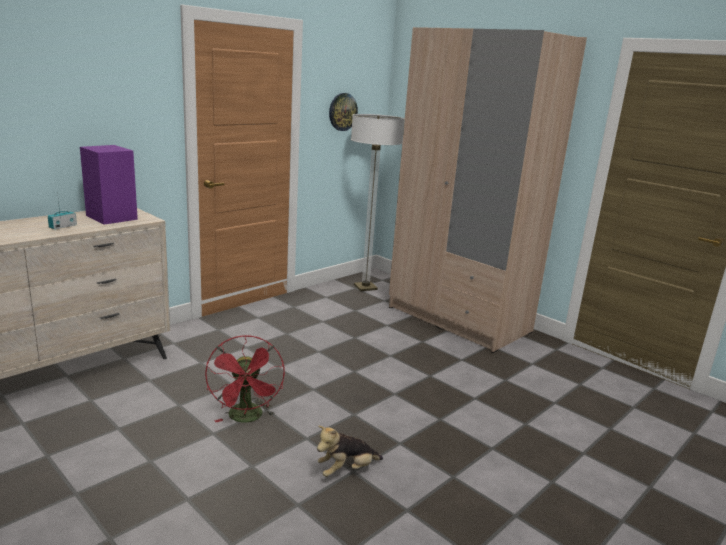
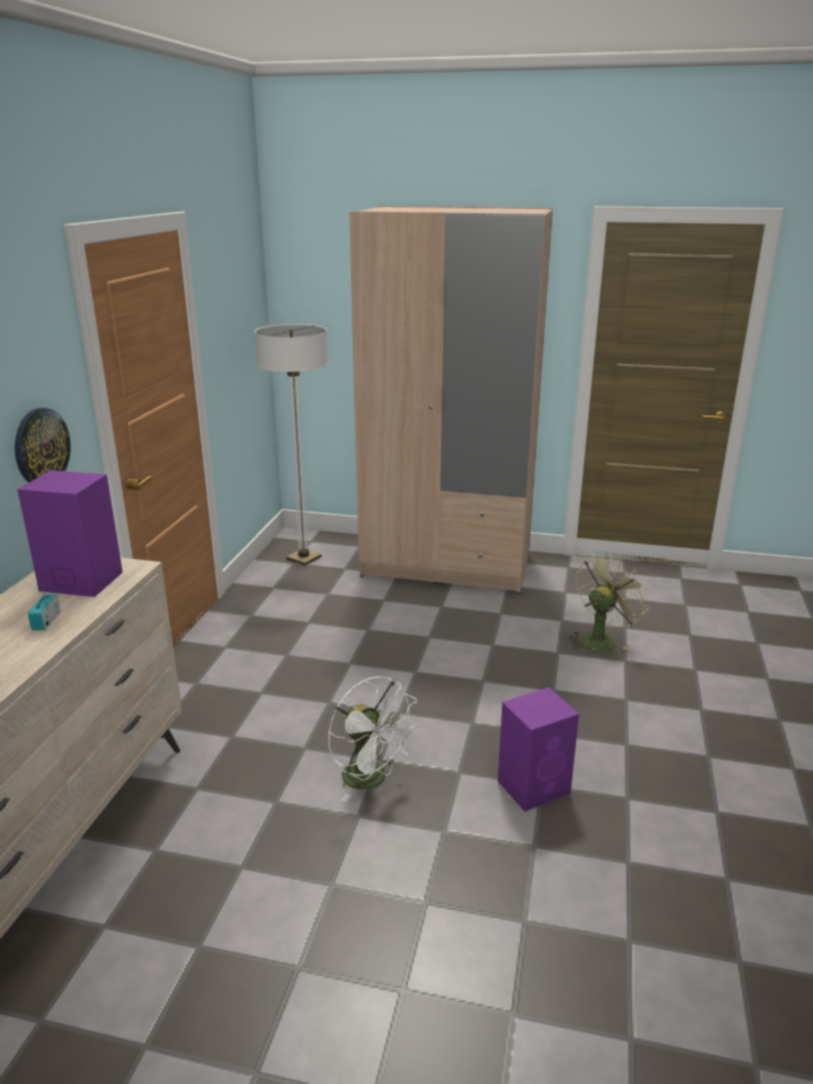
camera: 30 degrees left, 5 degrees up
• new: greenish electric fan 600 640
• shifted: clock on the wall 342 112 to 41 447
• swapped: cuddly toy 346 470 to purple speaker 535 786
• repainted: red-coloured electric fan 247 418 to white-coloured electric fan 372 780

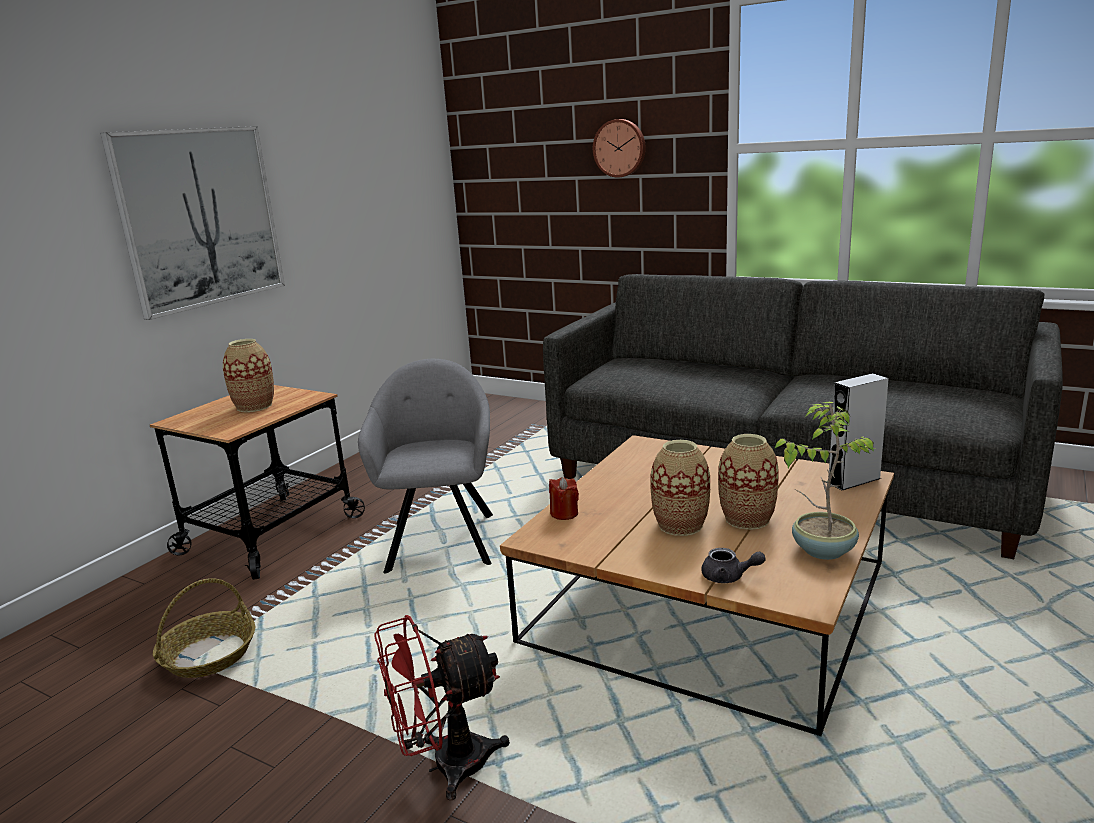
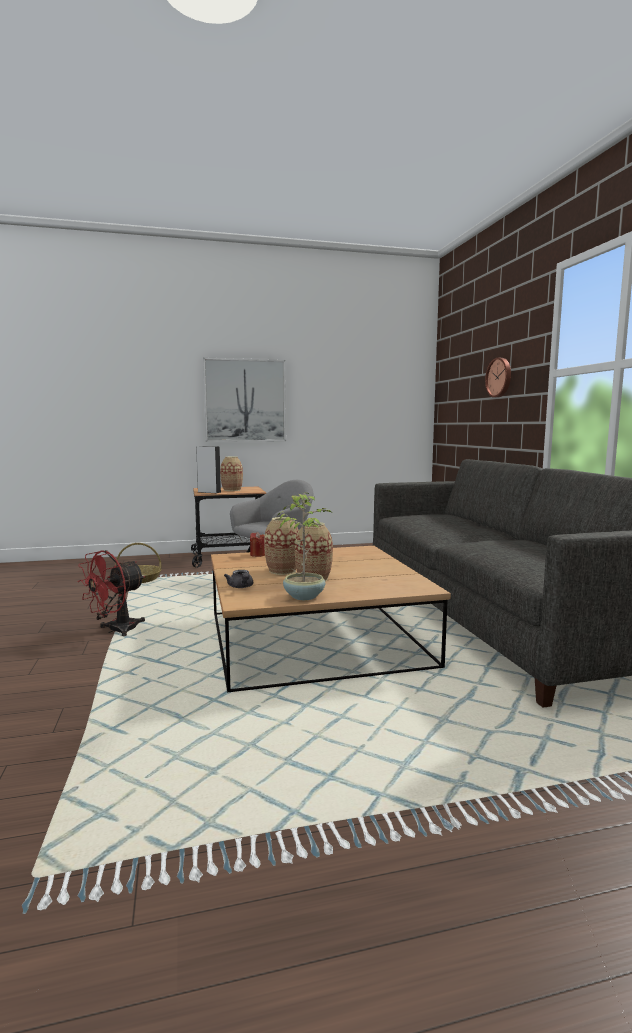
camera: 45 degrees right, 10 degrees down
• shifted: gray speaker 854 480 to 209 492
• rotated: red-coloured electric fan 446 766 = 116 630 75 degrees counterclockwise

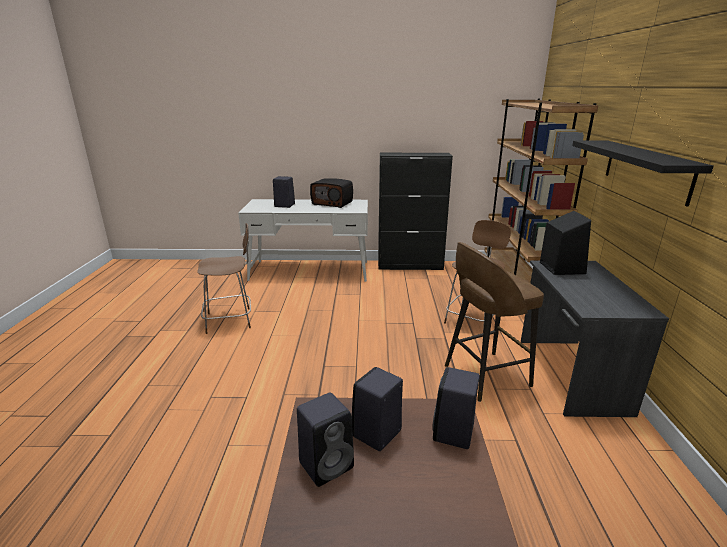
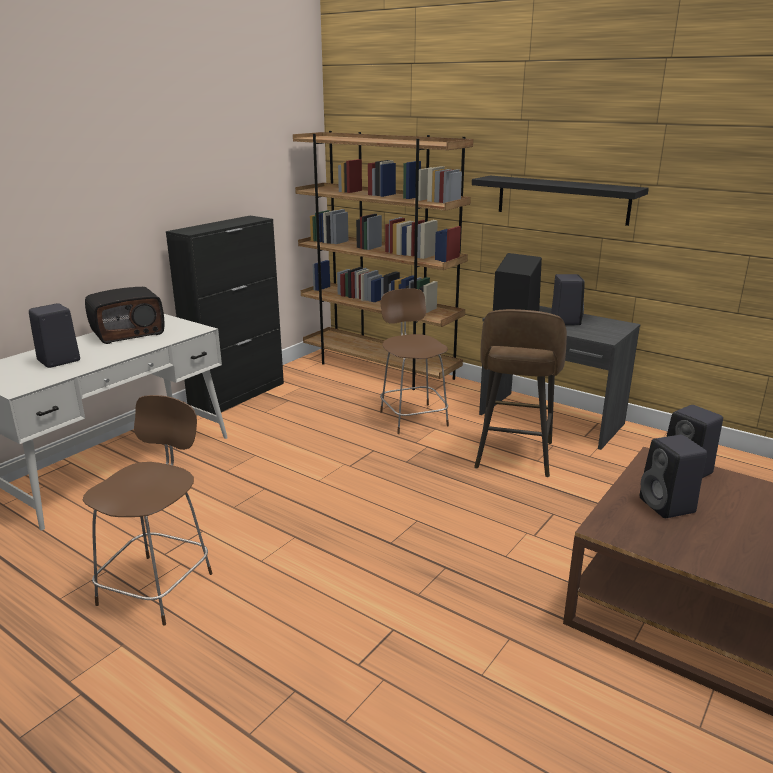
camera: 55 degrees left, 0 degrees up
• shifted: black speaker 327 464 to 564 321

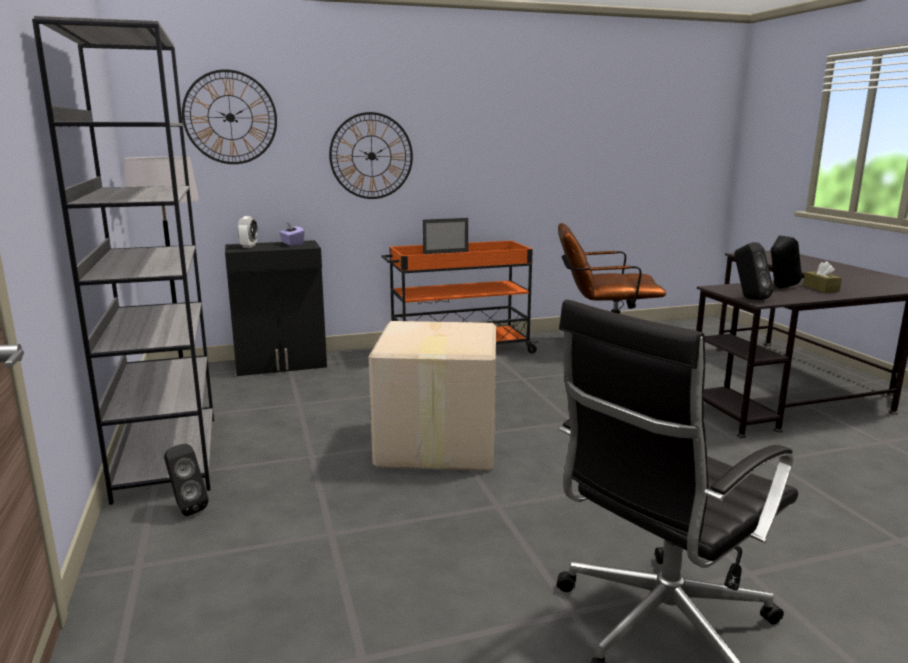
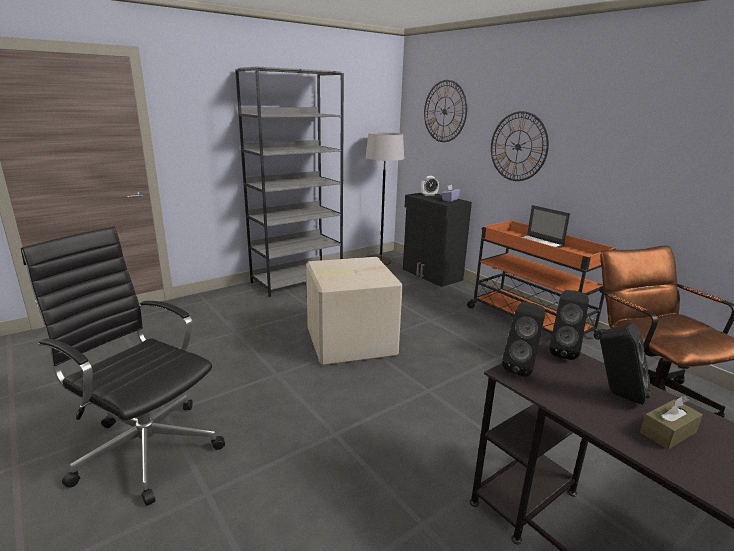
camera: 70 degrees right, 5 degrees up
• shifted: black speaker 186 508 to 563 351

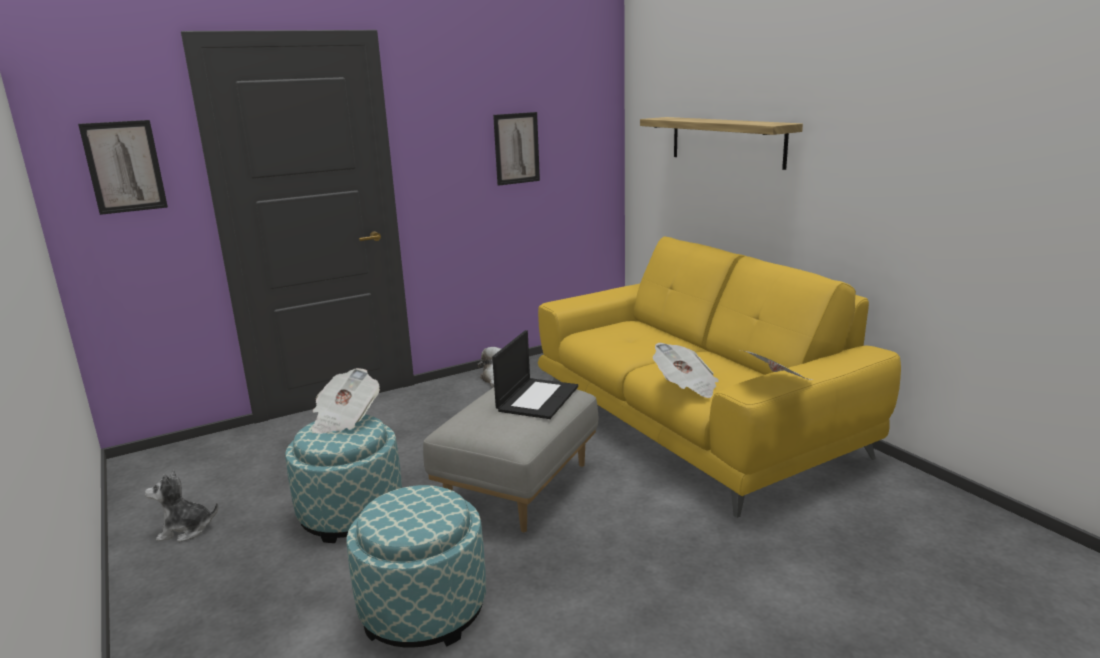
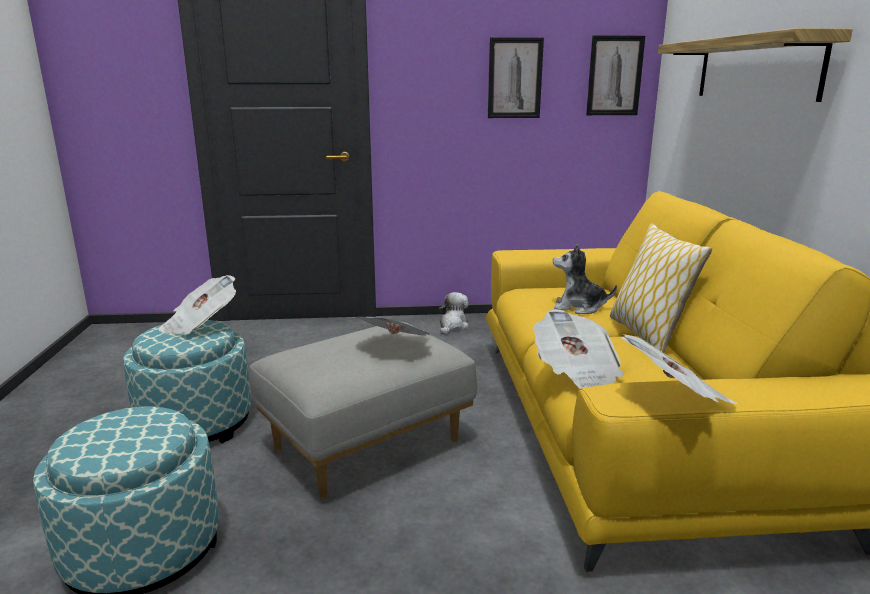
camera: 25 degrees right, 0 degrees up
• new: pillow 647 335
• shifted: wall picture 124 167 to 614 76
• shifted: cuddly toy 185 530 to 578 307
• swapped: notebook computer 537 398 to printed paper 396 347

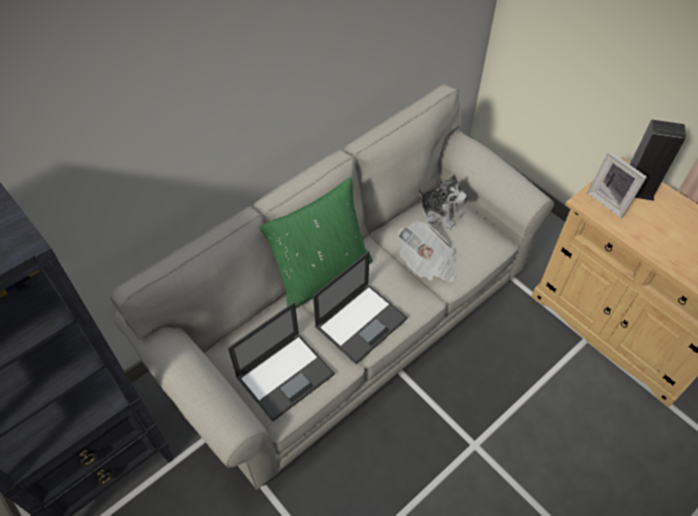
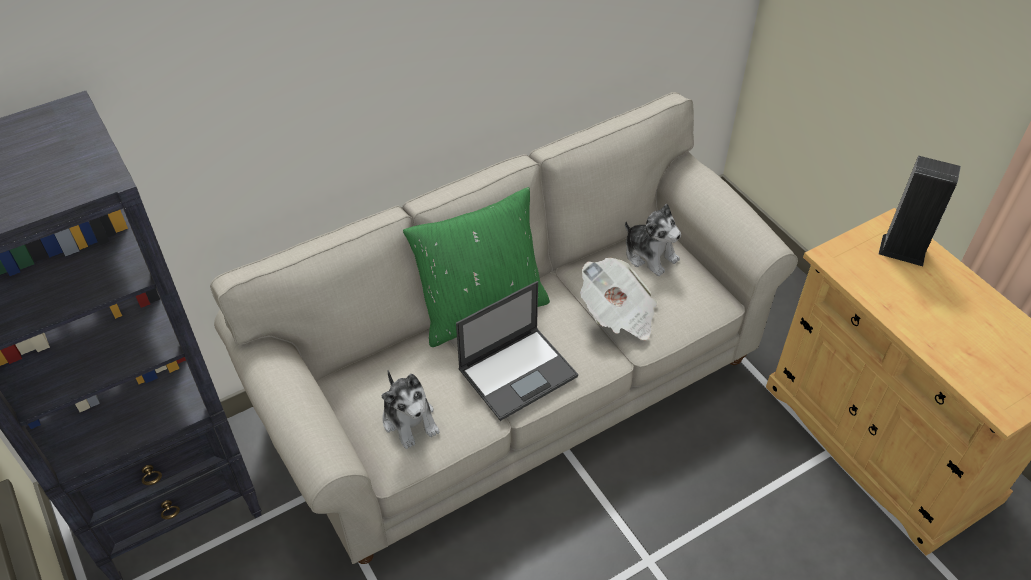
camera: 10 degrees right, 5 degrees down
• gone: standing frame 609 201
• swapped: notebook computer 286 374 to cuddly toy 410 420

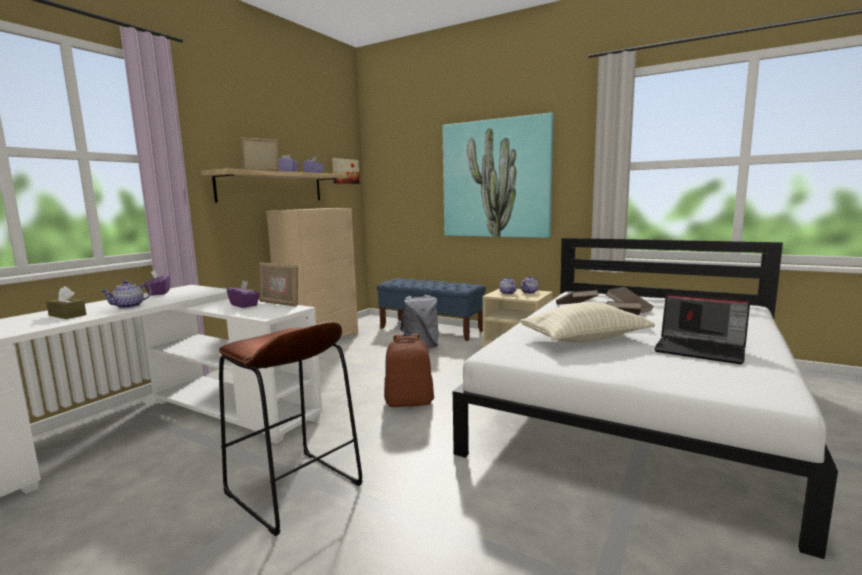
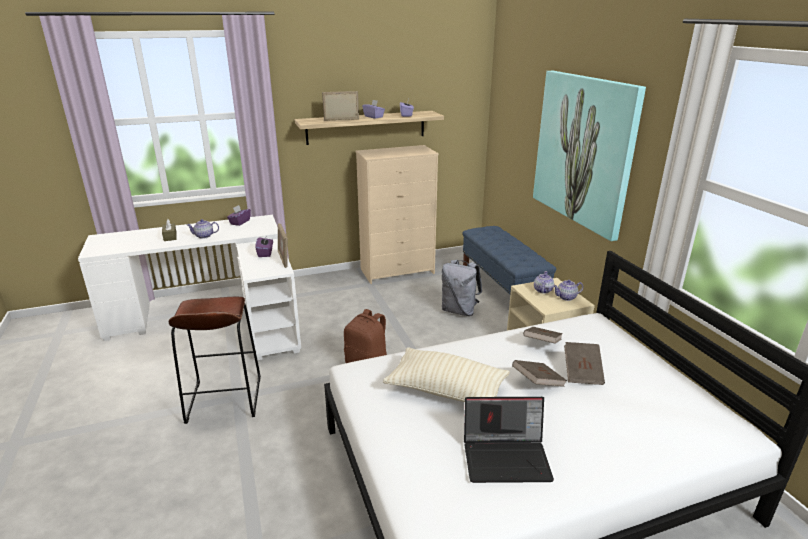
camera: 40 degrees right, 15 degrees up
• gone: wall picture 345 171
• rotated: notebook computer 701 350 = 507 457 75 degrees counterclockwise

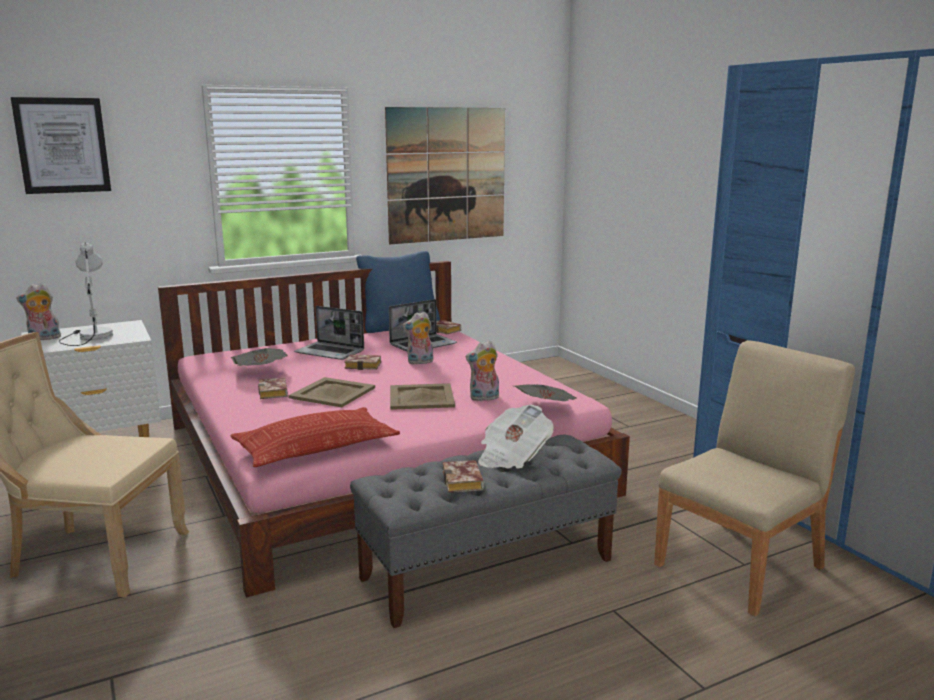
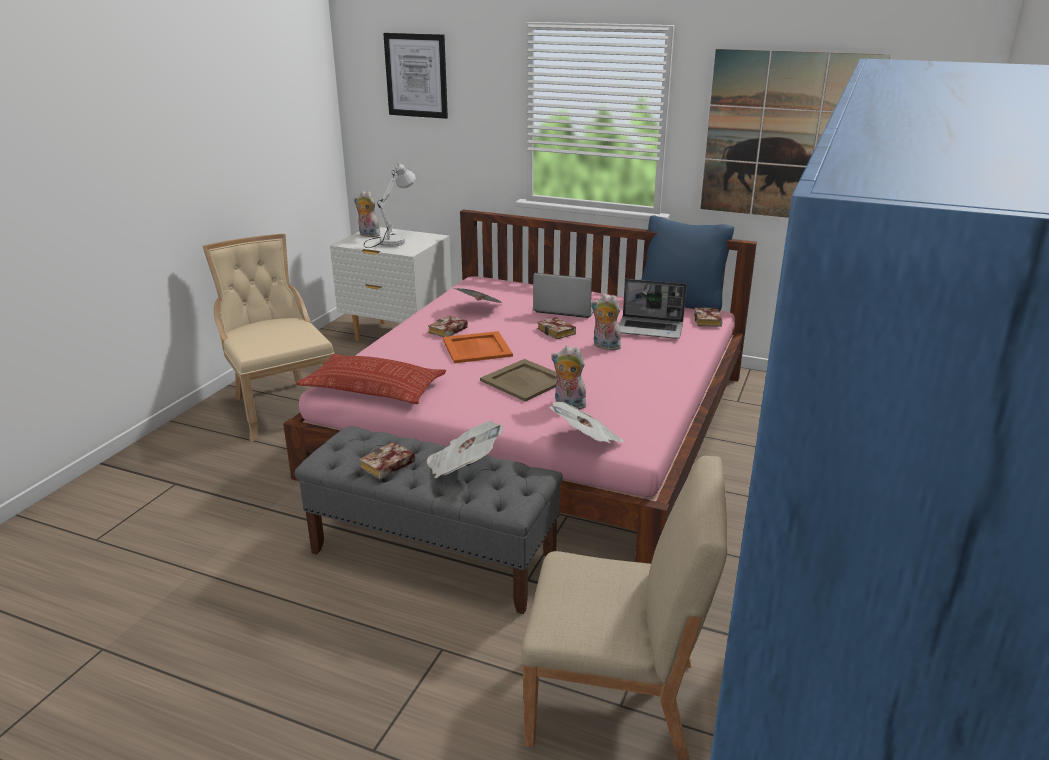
camera: 50 degrees right, 10 degrees up
• repainted: beige-coloured carrying tray 332 392 to orange-coloured carrying tray 477 347
• rotated: notebook computer 330 352 = 565 309 120 degrees clockwise

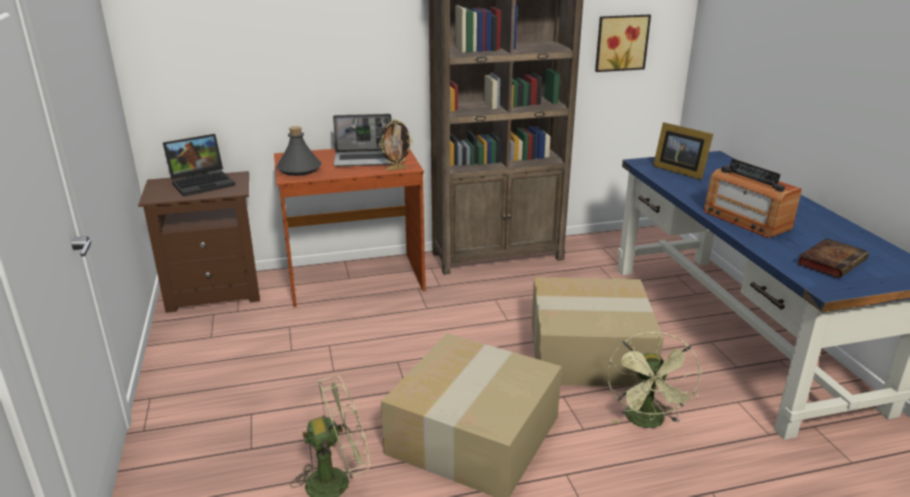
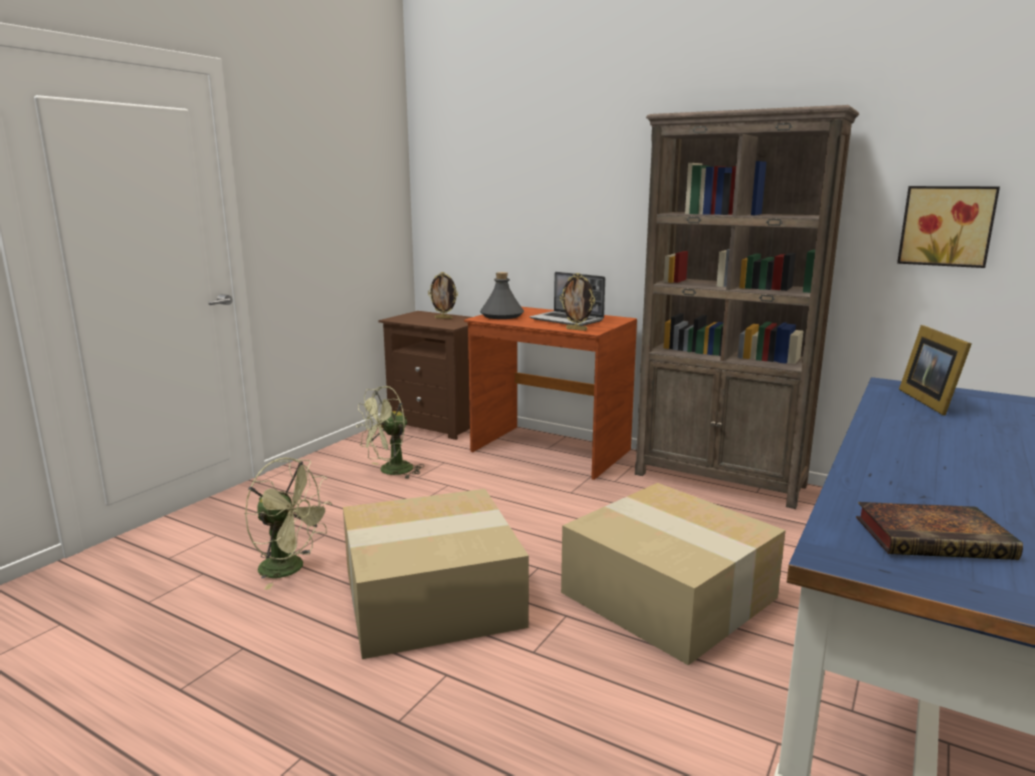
camera: 45 degrees right, 10 degrees down
• gone: radio receiver 746 220
• shifted: greenish electric fan 647 422 to 390 471
• swapped: notebook computer 203 182 to standing frame 444 318

